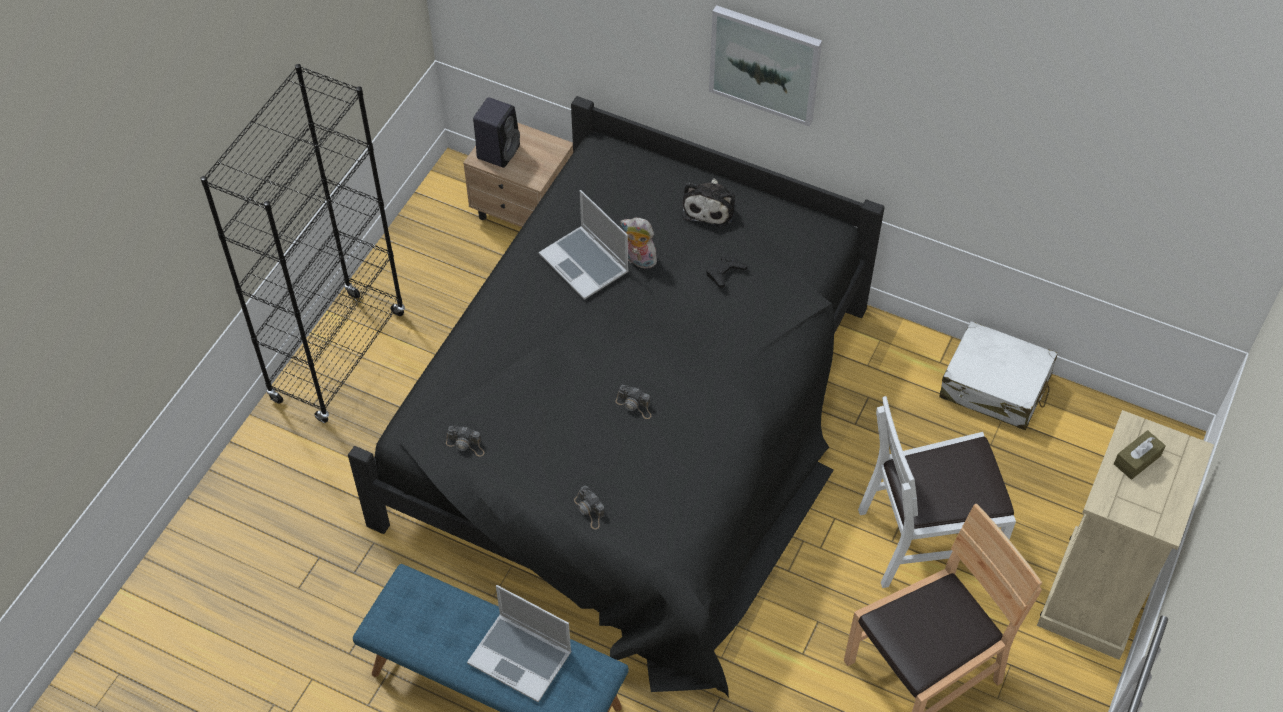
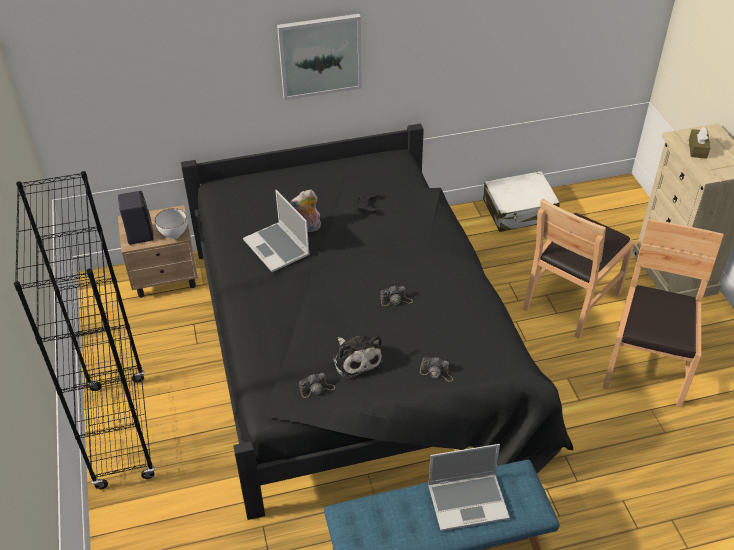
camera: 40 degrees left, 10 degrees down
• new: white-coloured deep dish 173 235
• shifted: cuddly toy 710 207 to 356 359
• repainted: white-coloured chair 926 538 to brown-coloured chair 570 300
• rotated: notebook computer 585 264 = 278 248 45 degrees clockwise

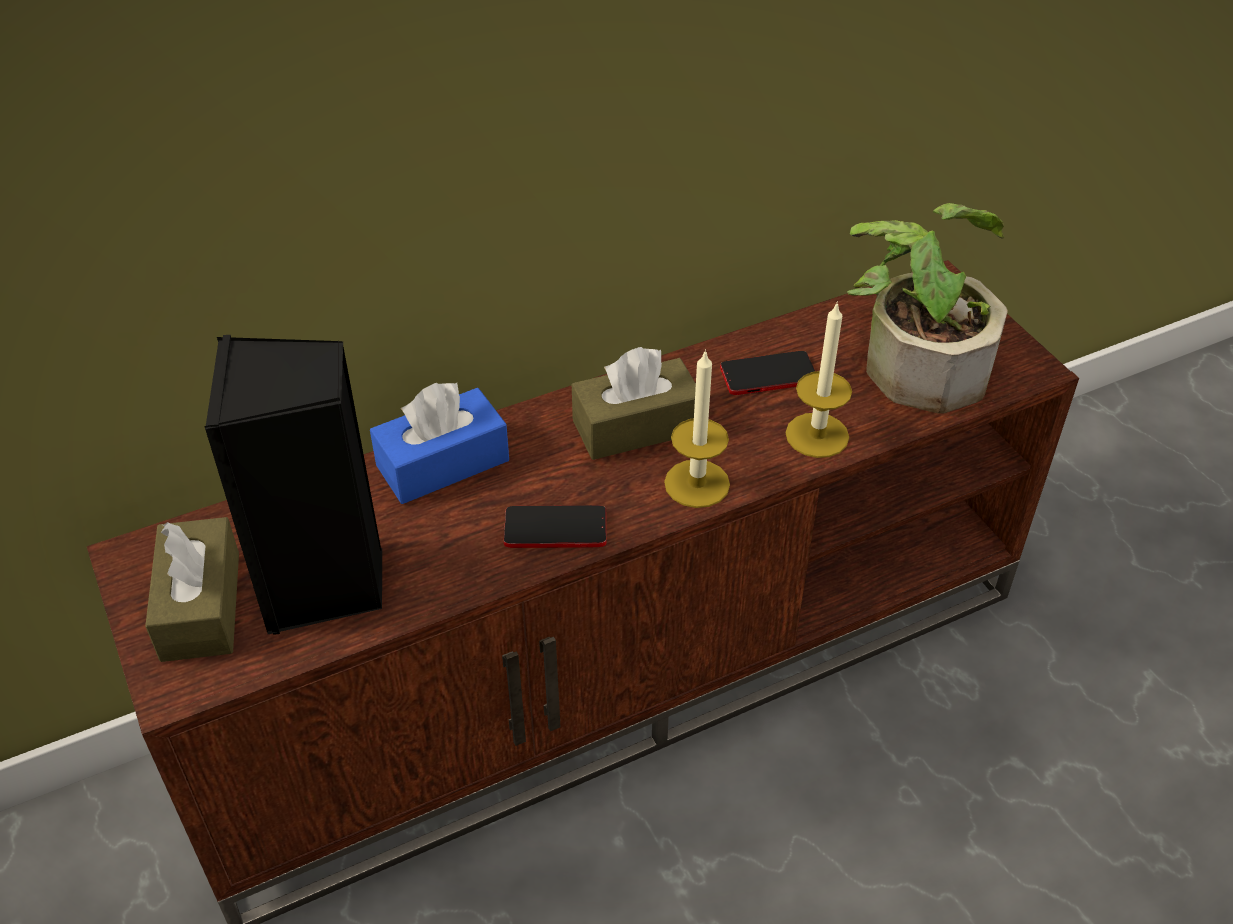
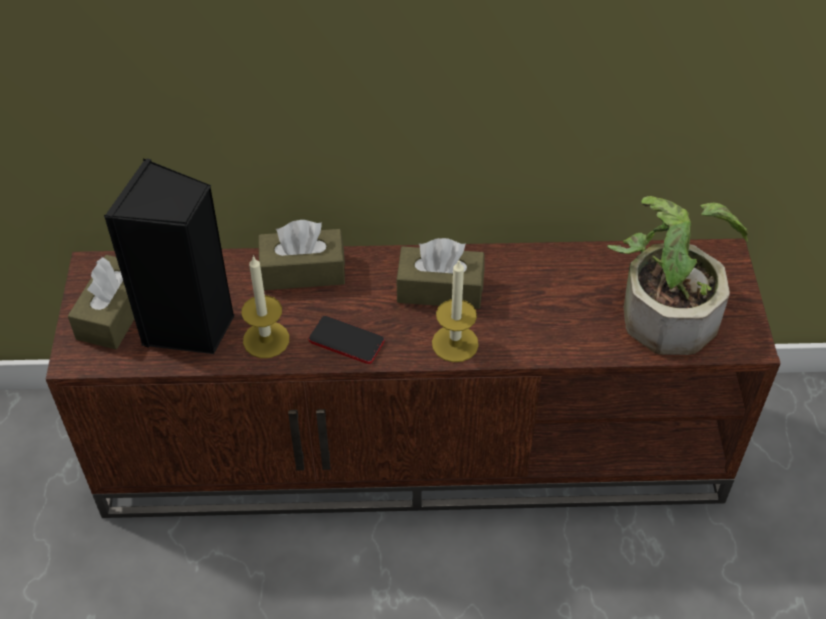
camera: 25 degrees right, 5 degrees up
• gone: handset 768 375
• shifted: wax light 817 435 to 266 339
• repainted: blue tissue holder 443 463 to brown-coloured tissue holder 303 271

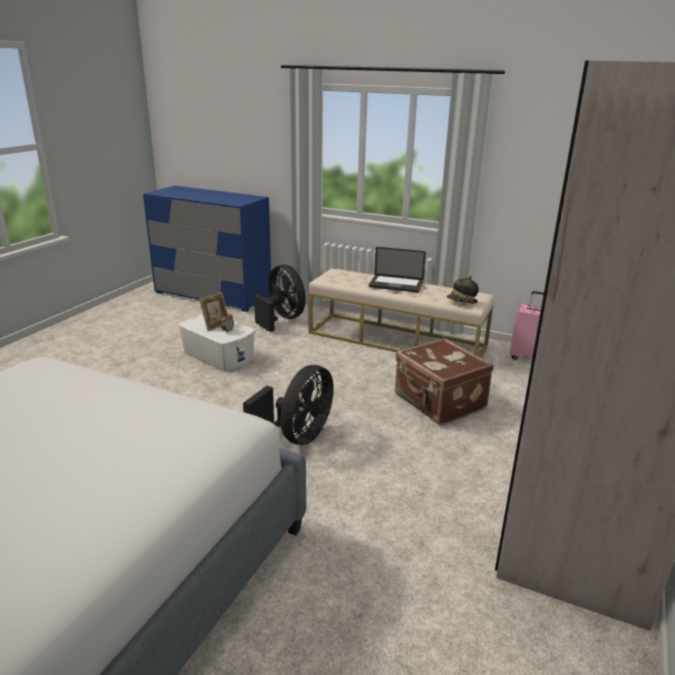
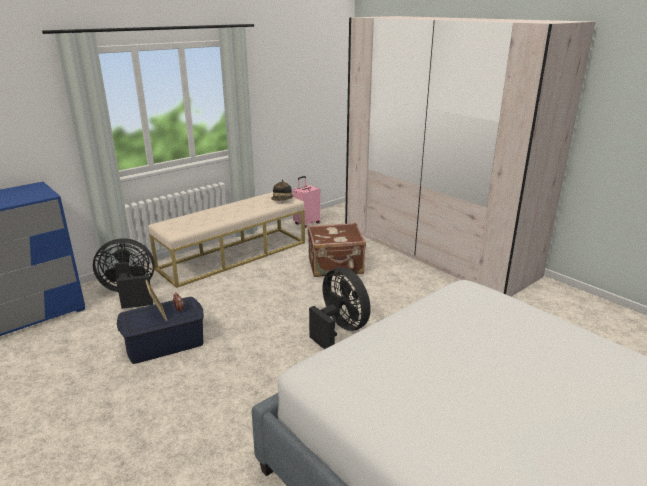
camera: 65 degrees left, 0 degrees up
• gone: notebook computer 396 285
• repainted: white-coloured storage box 218 355 to blue storage box 164 343

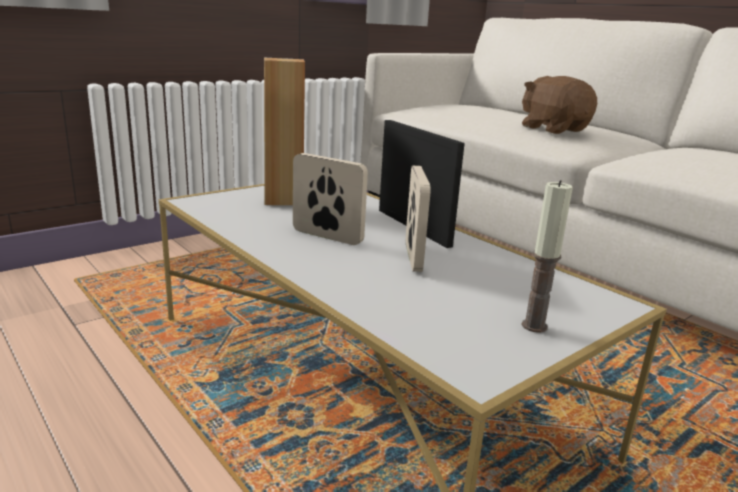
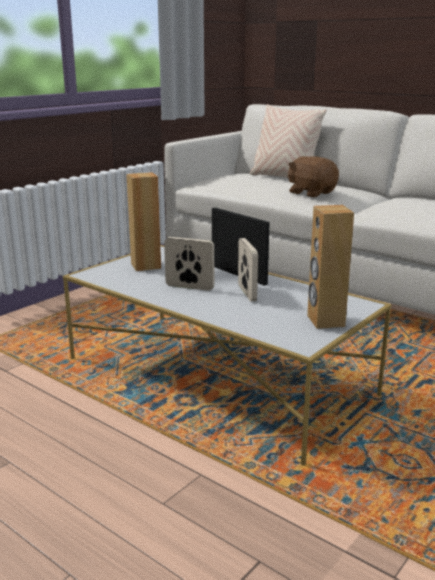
camera: 10 degrees left, 0 degrees up
• new: beige-coloured pillow 283 178
• swapped: wax light 534 326 to brown-coloured speaker 325 321

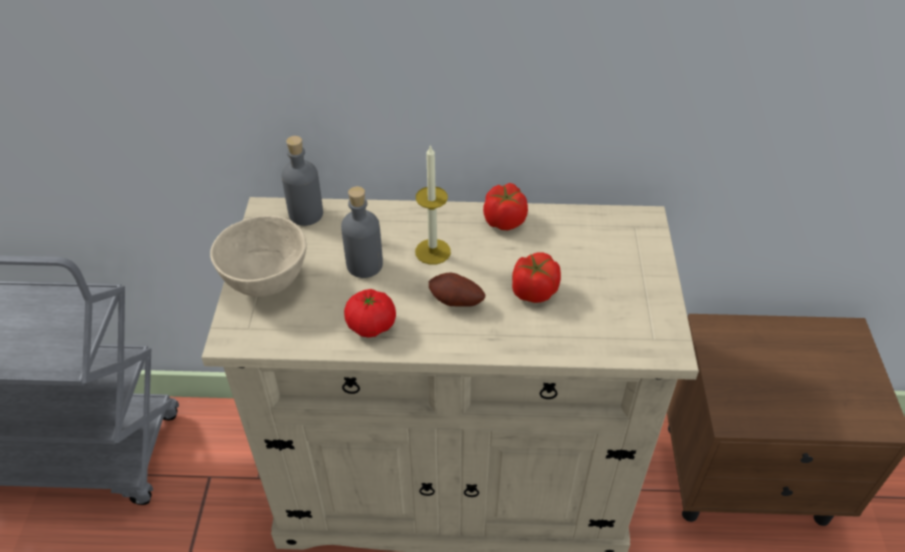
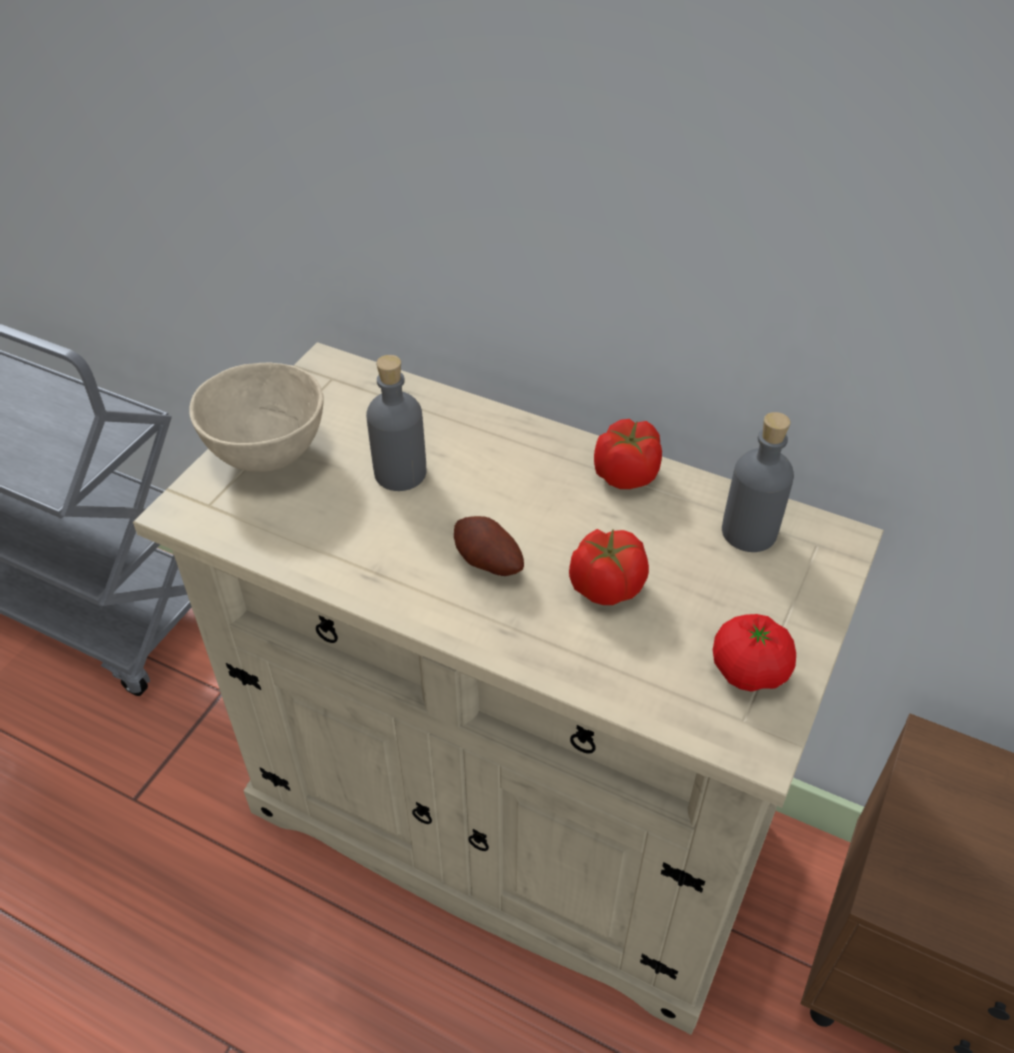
camera: 25 degrees right, 0 degrees up
• gone: wax light 432 251
• shifted: gray beverage bottle 306 214 to 749 532
• shifted: tomato 371 325 to 749 670

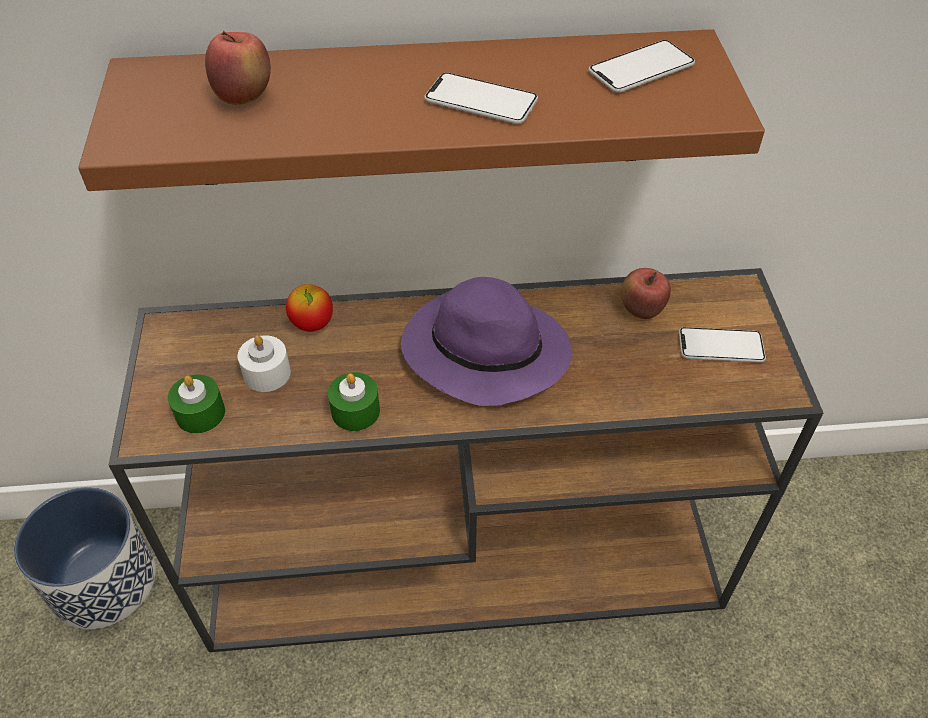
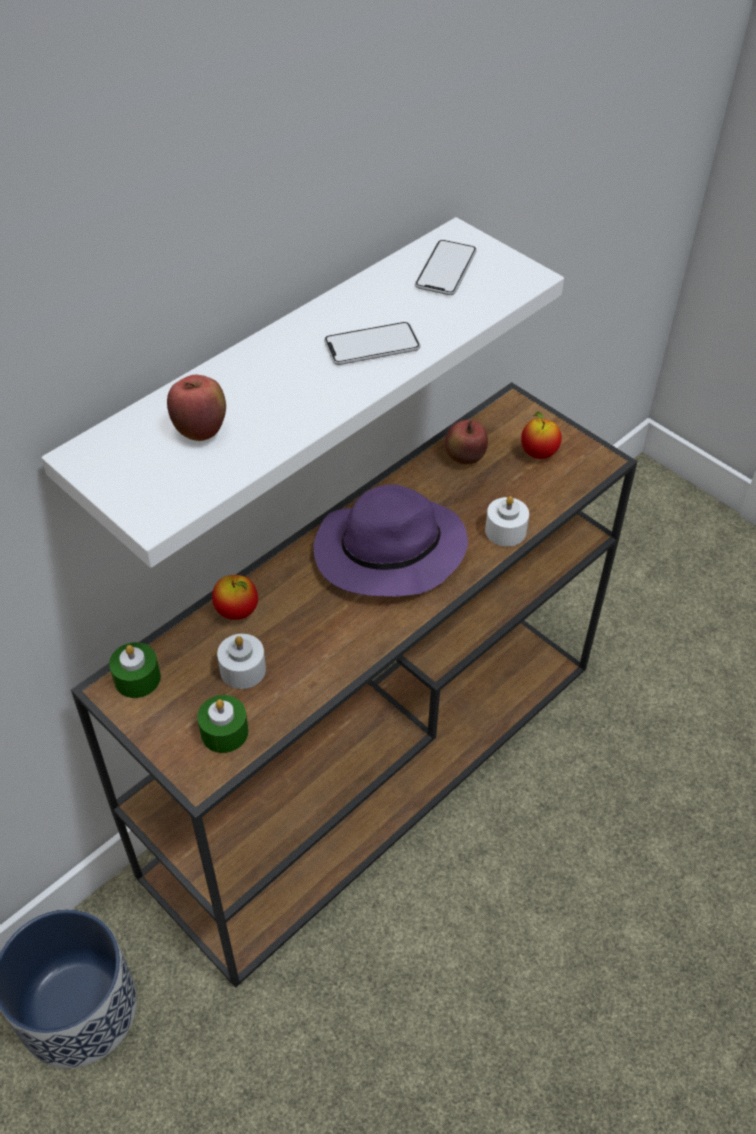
camera: 40 degrees left, 0 degrees up
• new: white-coloured wax light 505 531
• shifted: greenish wax light 355 411 to 137 678
• swapped: handset 721 346 to apple 538 453
• repainted: brown-coloured wall shelf 420 110 to white-coloured wall shelf 274 378

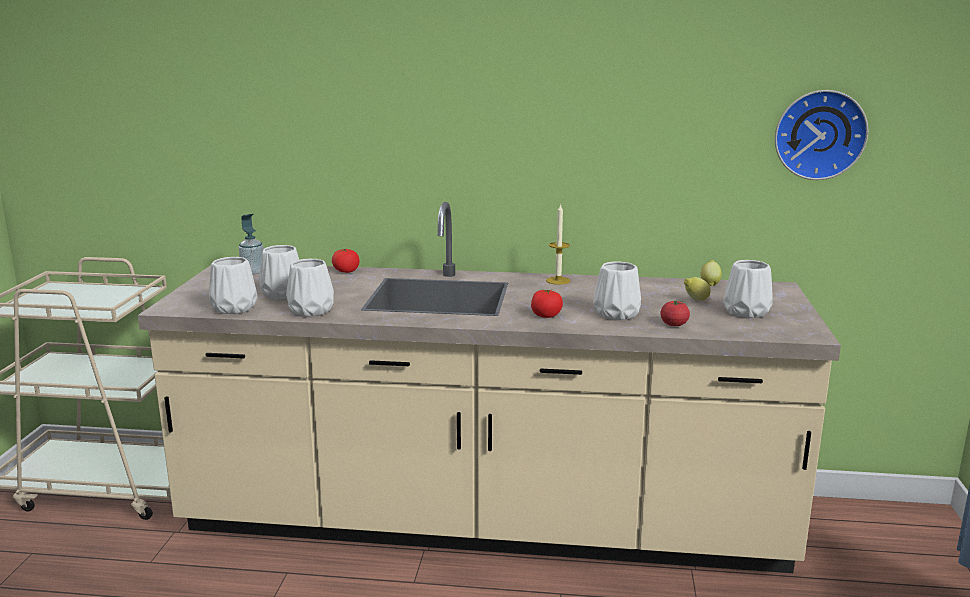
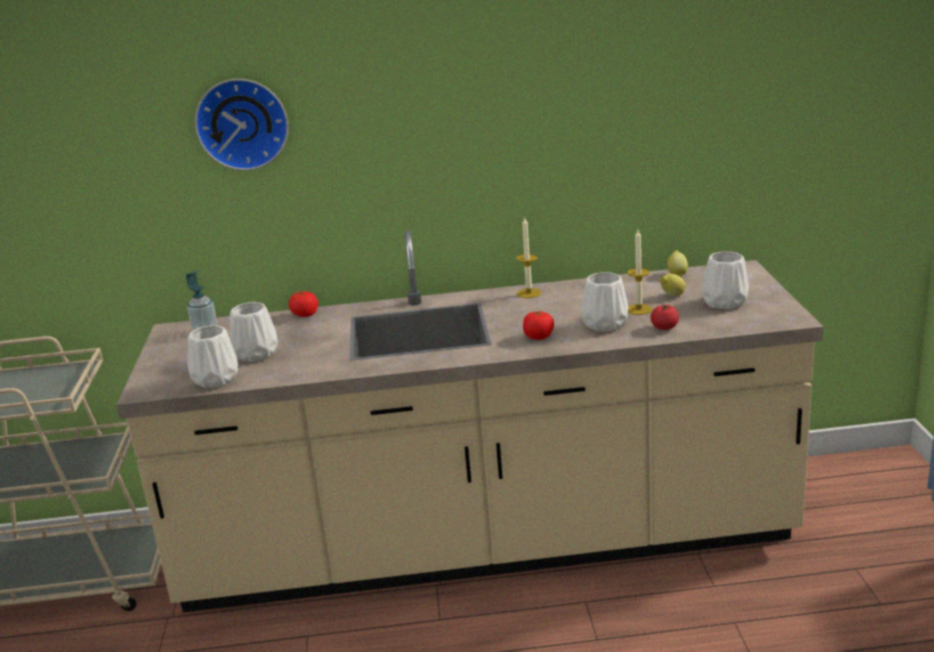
camera: 10 degrees left, 5 degrees up
• gone: white-coloured decorative vase 310 311
• new: wax light 639 309
• shifted: clock on the wall 819 134 to 242 123

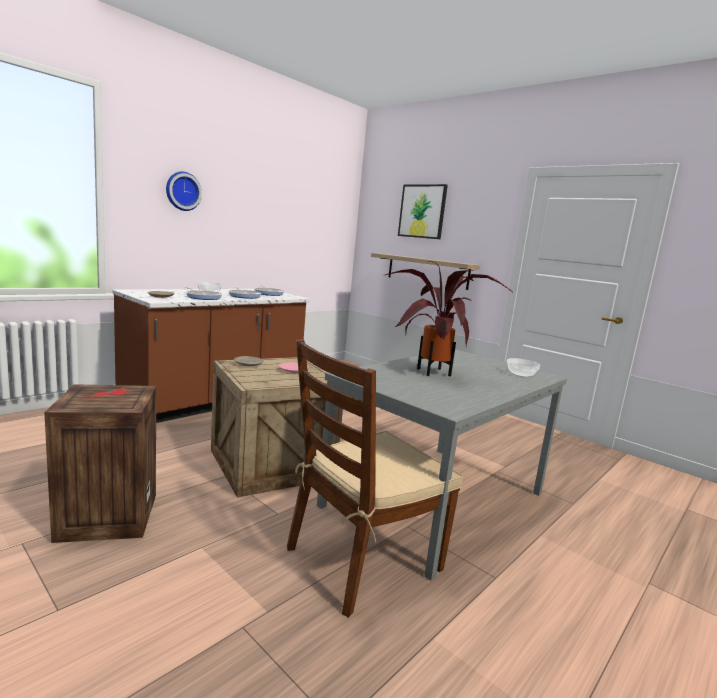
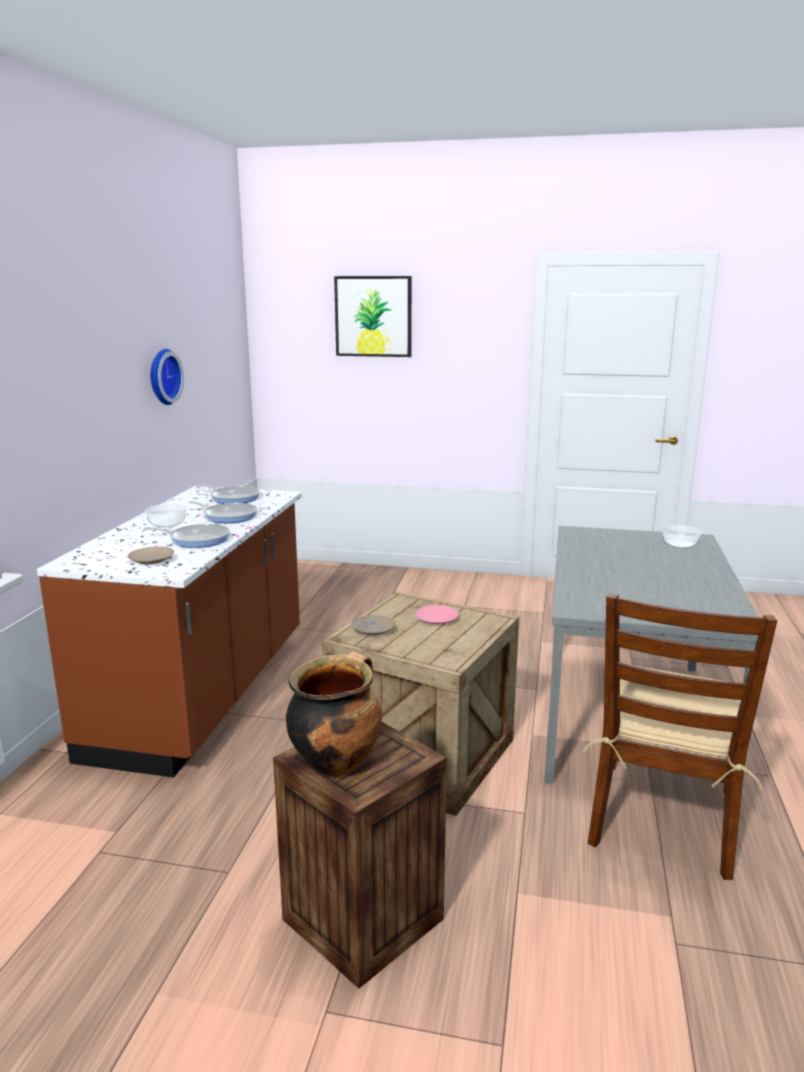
camera: 30 degrees left, 5 degrees up
• gone: wall shelf 427 271
• gone: potted plant 433 373
• new: cooking pot 335 761
• shifted: clock on the wall 182 191 to 162 376

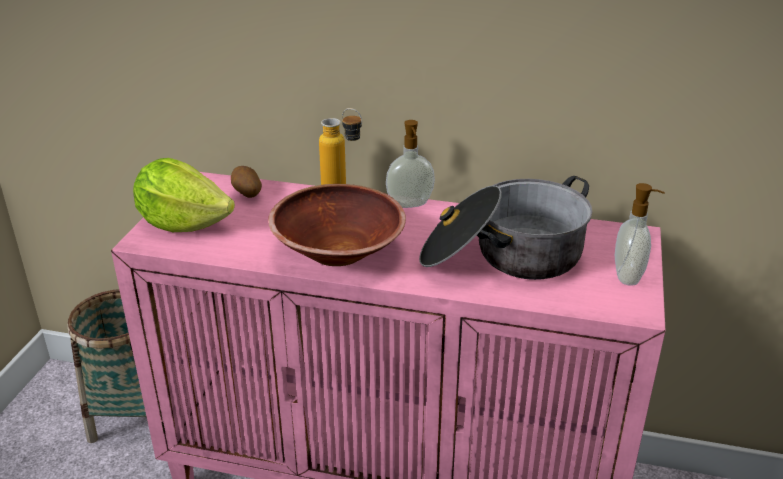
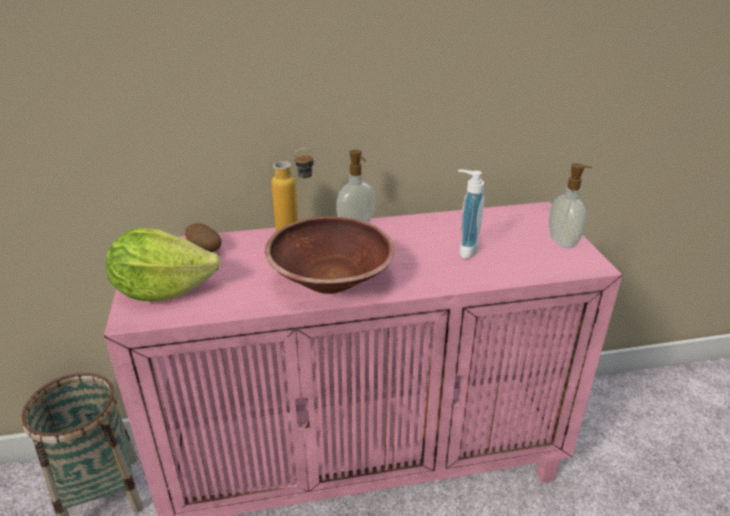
camera: 25 degrees left, 0 degrees up
• swapped: cooking pot 503 256 to soap dispenser 464 249

